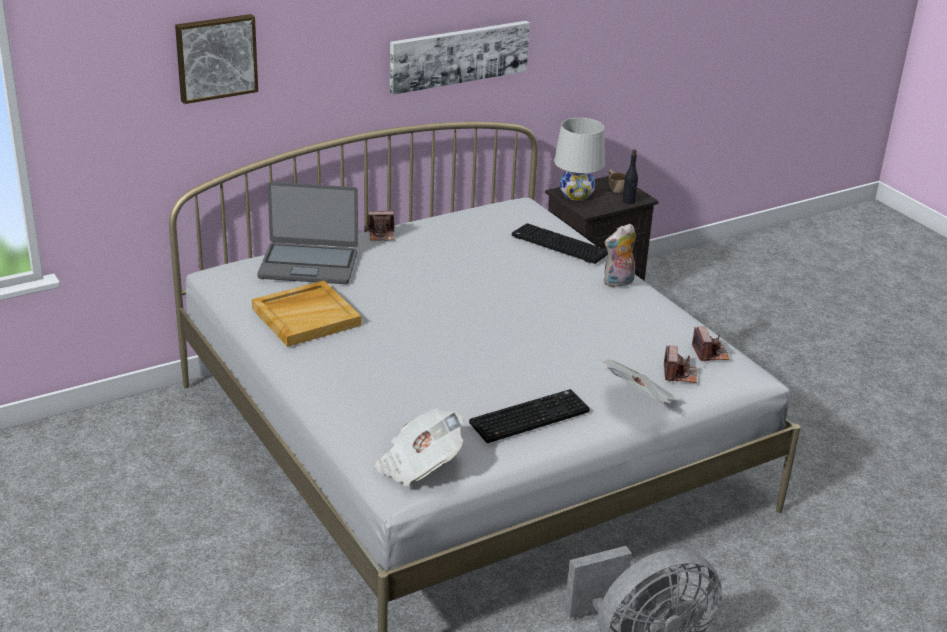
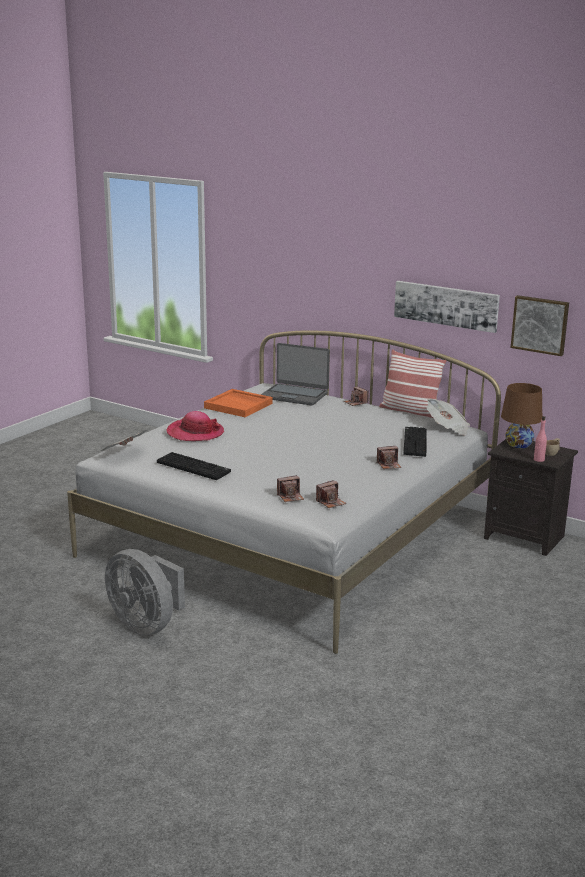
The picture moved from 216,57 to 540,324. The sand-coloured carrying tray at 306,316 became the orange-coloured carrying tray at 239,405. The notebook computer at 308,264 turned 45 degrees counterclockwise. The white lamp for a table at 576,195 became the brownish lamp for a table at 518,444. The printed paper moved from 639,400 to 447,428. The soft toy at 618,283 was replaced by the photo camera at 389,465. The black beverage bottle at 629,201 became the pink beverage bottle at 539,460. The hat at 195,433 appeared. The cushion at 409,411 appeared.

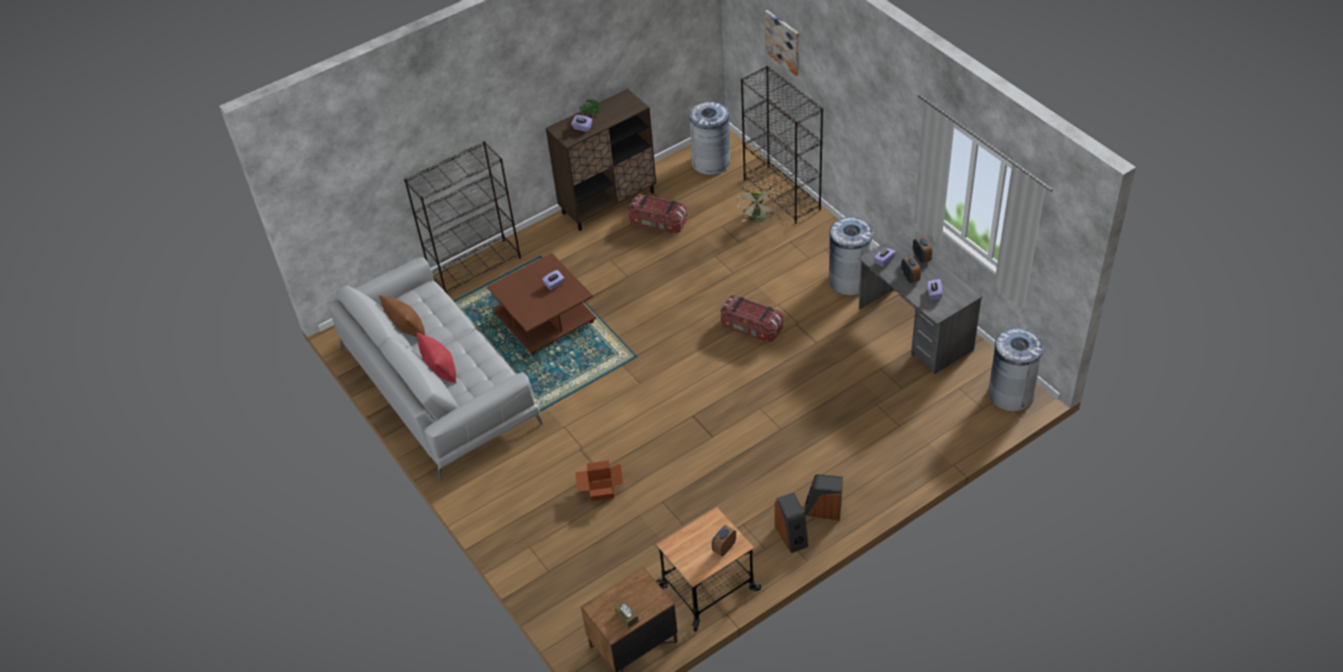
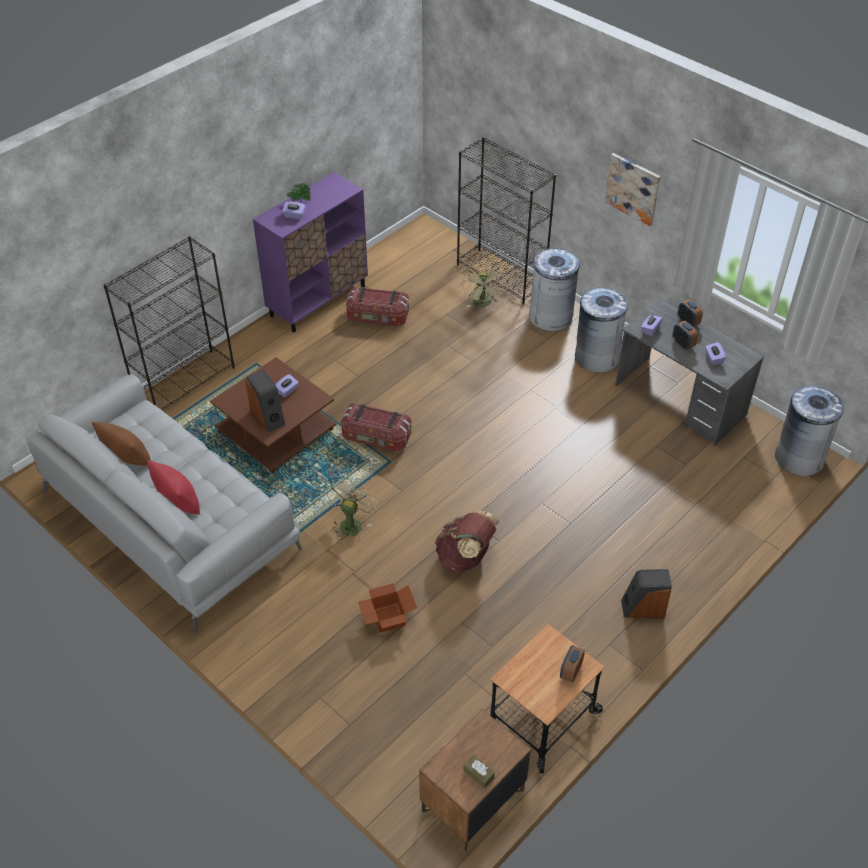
The brownish cupboard at 608,202 became the purplish cupboard at 318,300. The greyish trash can moved from 711,162 to 551,317. The storage bin moved from 751,328 to 376,438. The picture moved from 783,42 to 633,188. The audio speaker moved from 792,535 to 268,417. The sand-coloured electric fan at 351,523 appeared. The brownish backpack at 465,558 appeared.

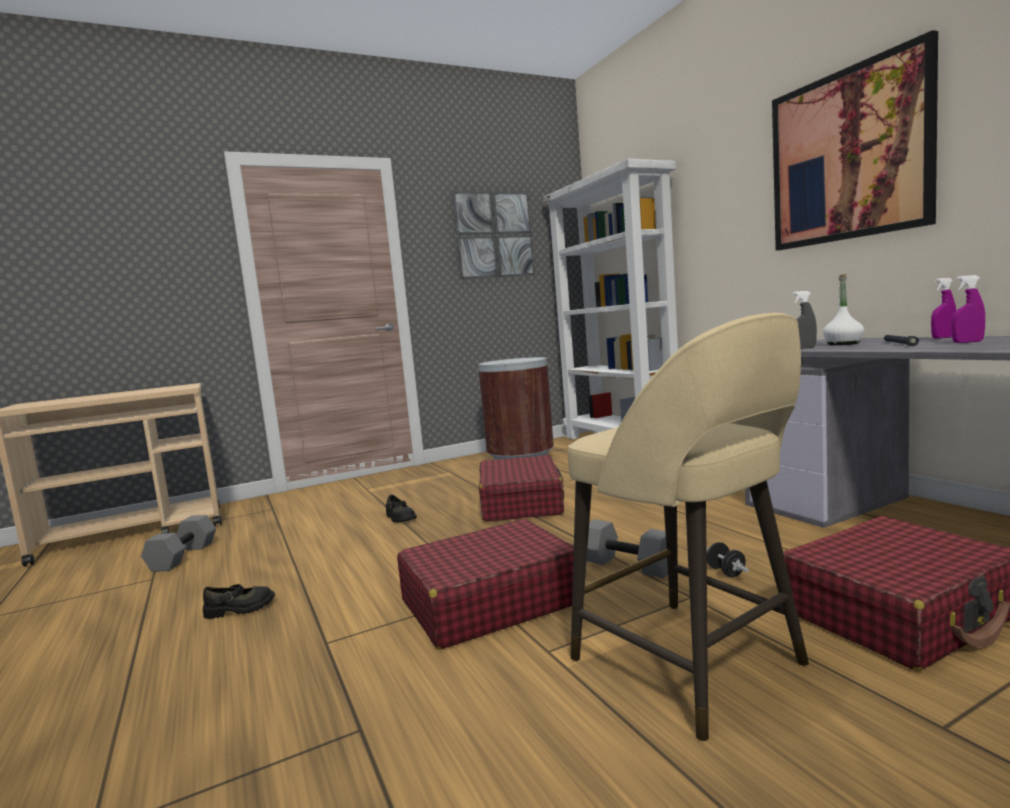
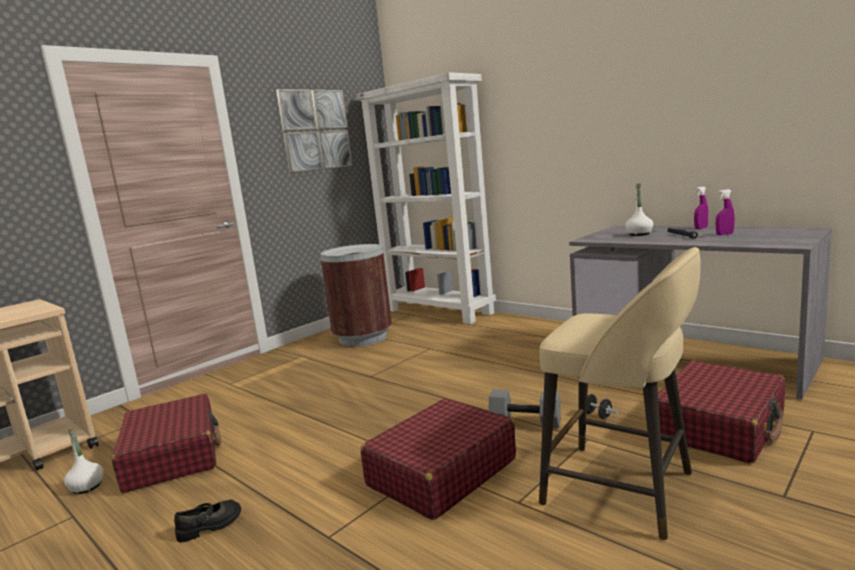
The greyish free weight at 183,557 was replaced by the white beverage bottle at 87,487. The black shoe at 400,518 disappeared. The reddish travel case moved from 521,503 to 173,456. The picture at 848,156 disappeared. The greyish hand sprayer at 803,348 disappeared.

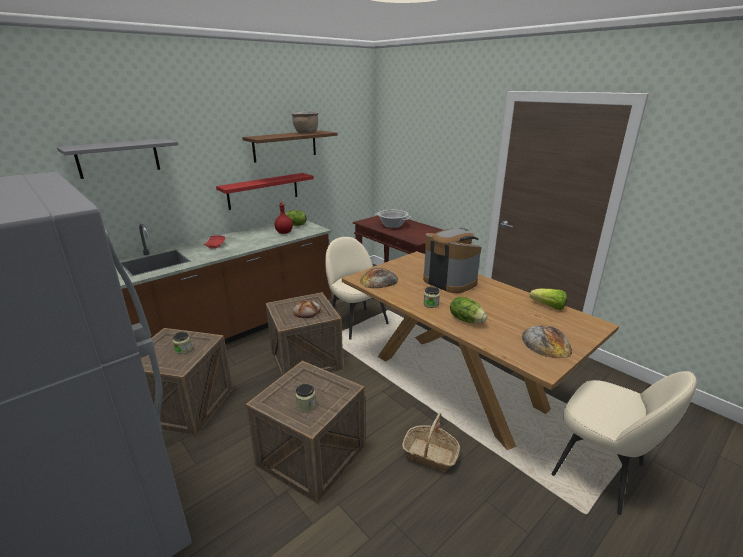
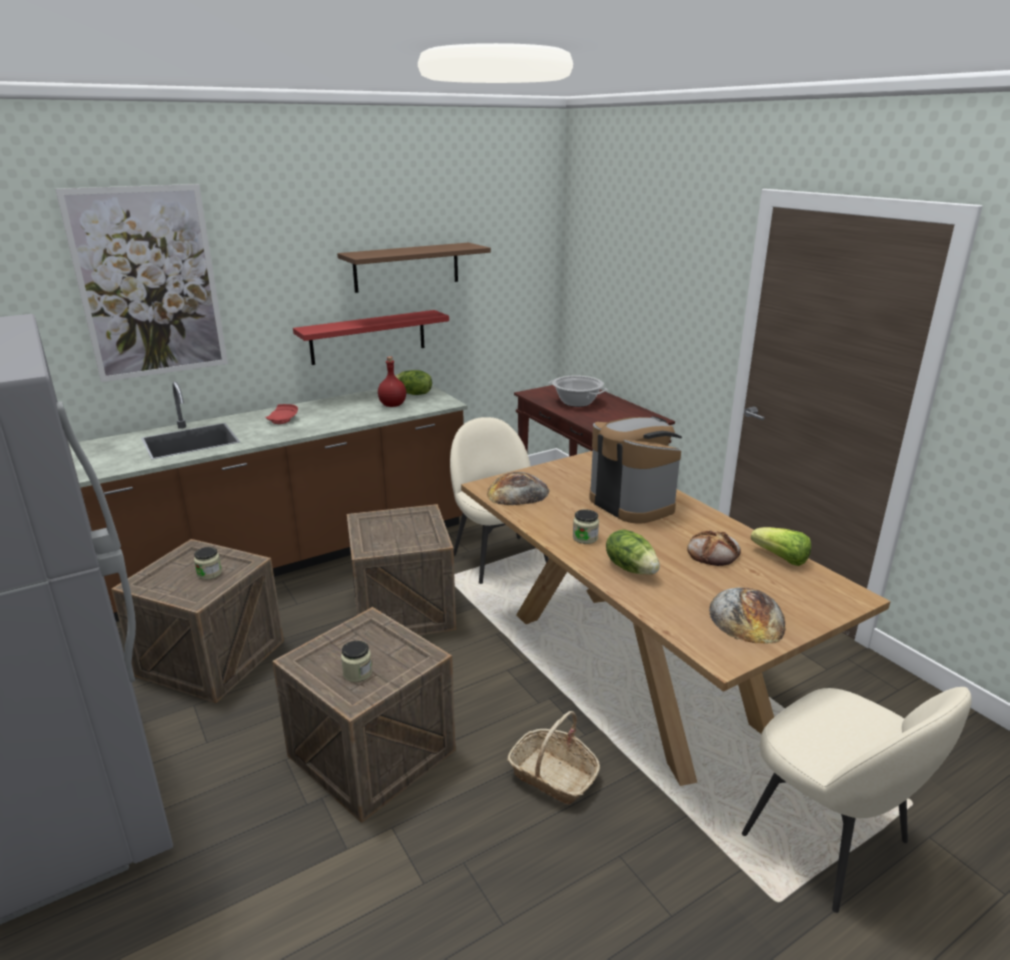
The greyish bracket shelf at 118,158 was replaced by the picture at 149,283. The brownish cooking pot at 306,133 disappeared. The bakery bread moved from 307,311 to 713,553.

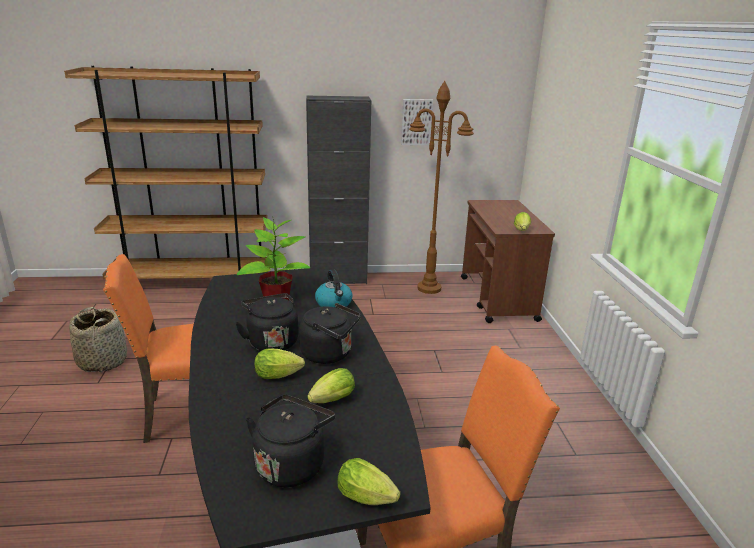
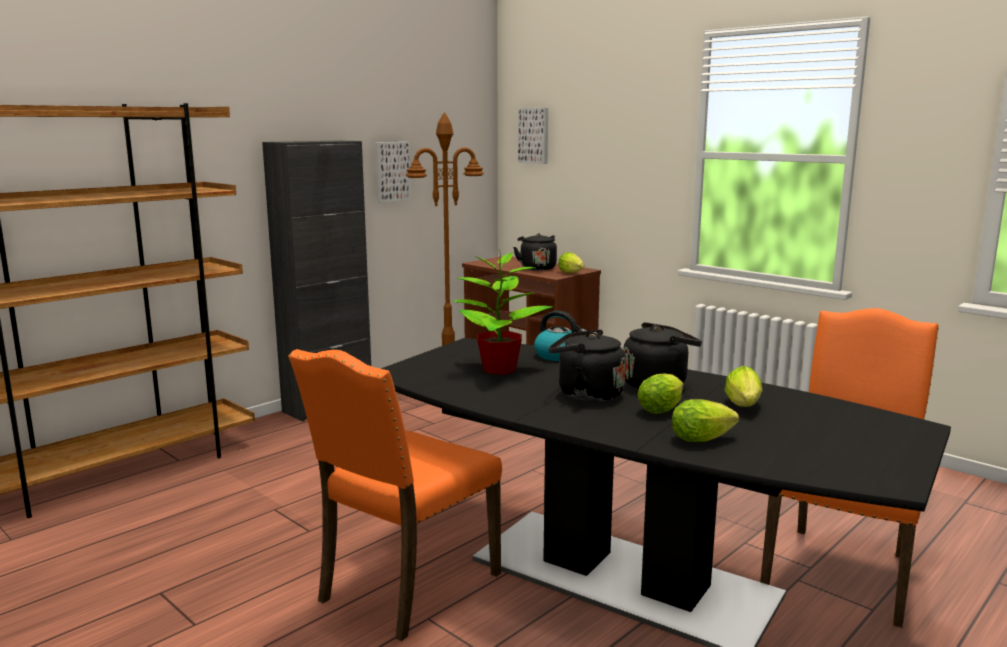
The storage basket at 103,361 disappeared. The black tea kettle moved from 291,464 to 537,268. The lettuce head moved from 369,499 to 704,439. The picture at 534,135 appeared.

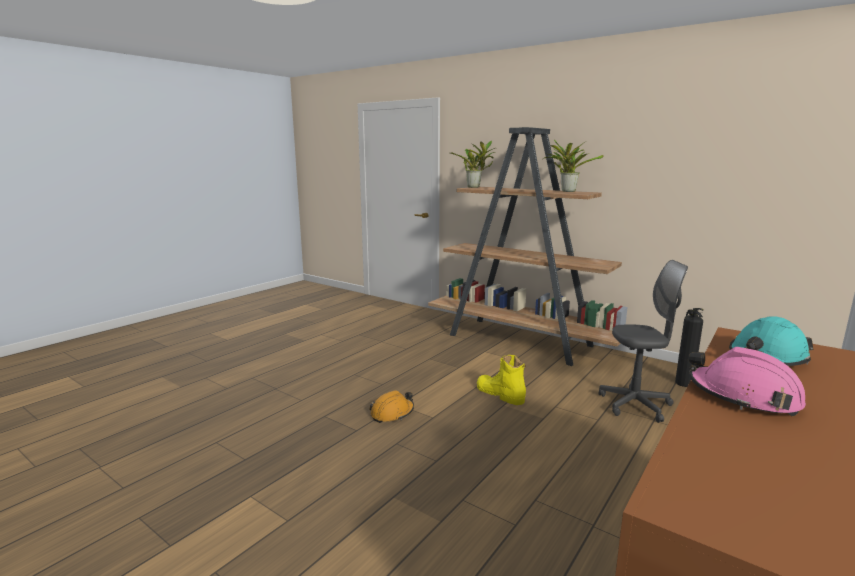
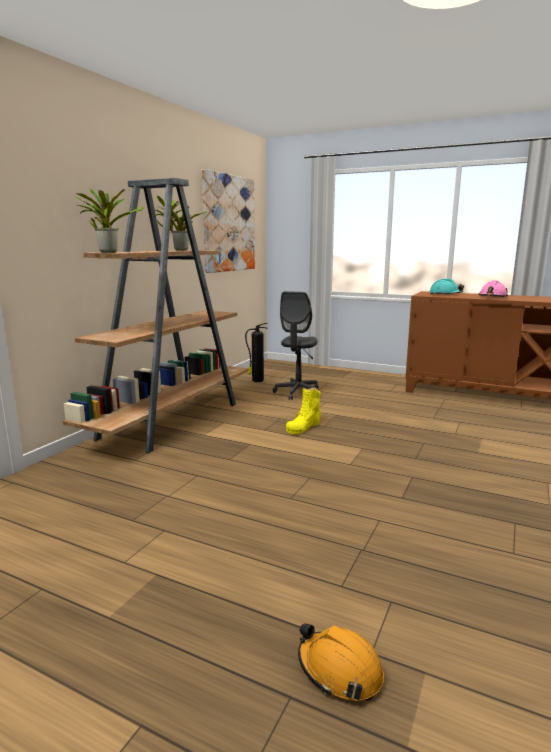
The orange-coloured hard hat moved from 392,413 to 339,670. The greyish desk chair at 635,405 turned 150 degrees counterclockwise. The picture at 229,223 appeared.

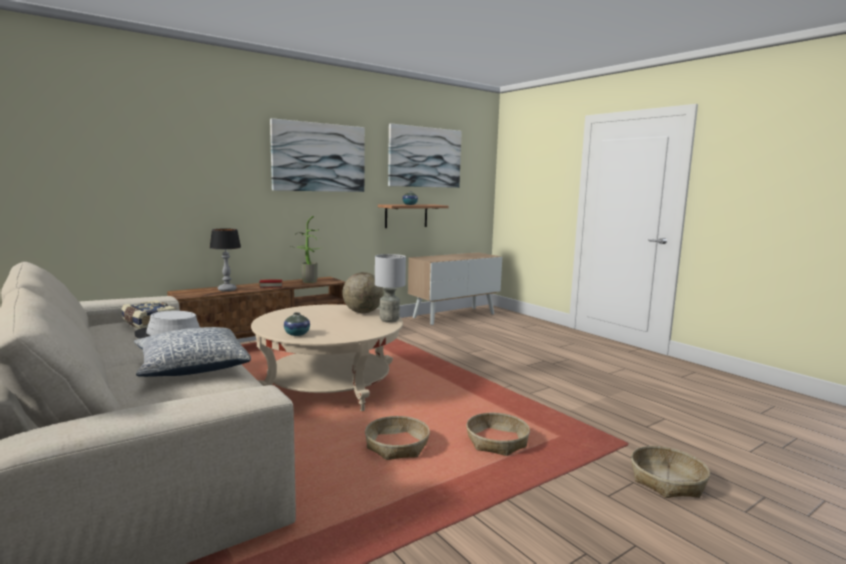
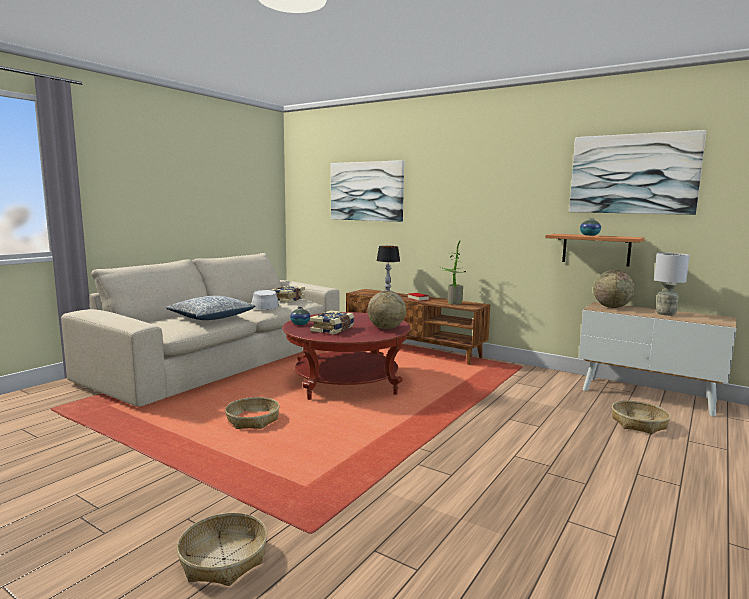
The sand-coloured lounge table at 329,387 became the reddish lounge table at 346,382. The picture moved from 319,157 to 366,191. The greyish lamp for a table moved from 389,320 to 665,314. The storage basket moved from 496,442 to 638,423. The book at 333,329 appeared. The desk globe at 612,307 appeared.

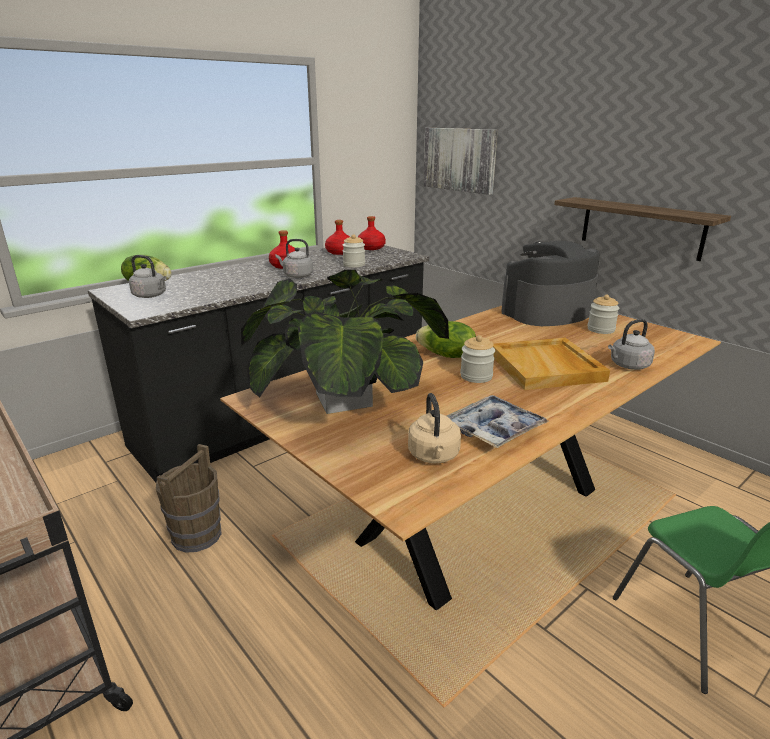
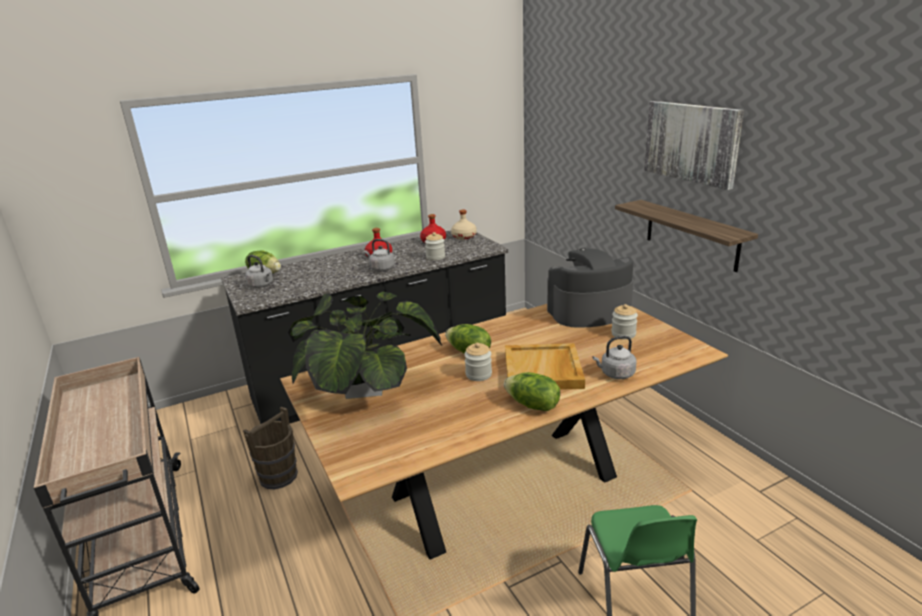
The reddish beverage bottle at 371,248 became the sand-coloured beverage bottle at 464,237. The sand-coloured tea kettle at 434,456 disappeared. The picture moved from 459,159 to 691,142. The carrying tray at 493,429 disappeared. The lettuce head at 532,405 appeared.

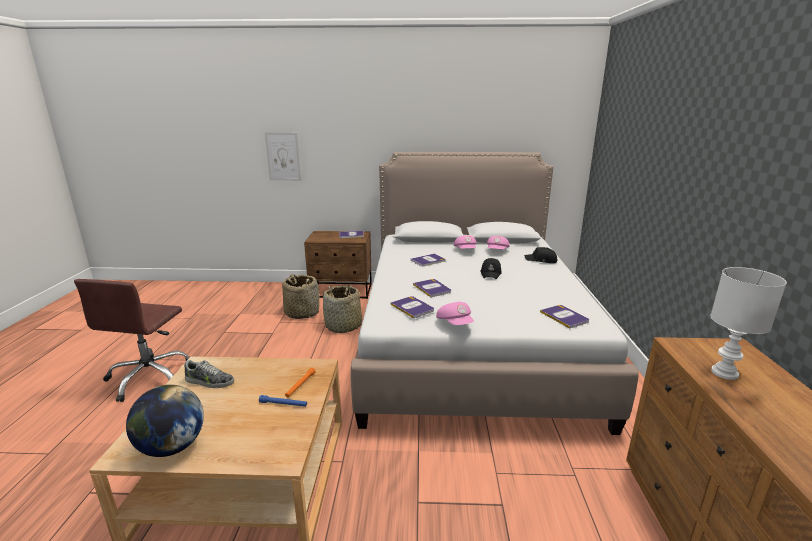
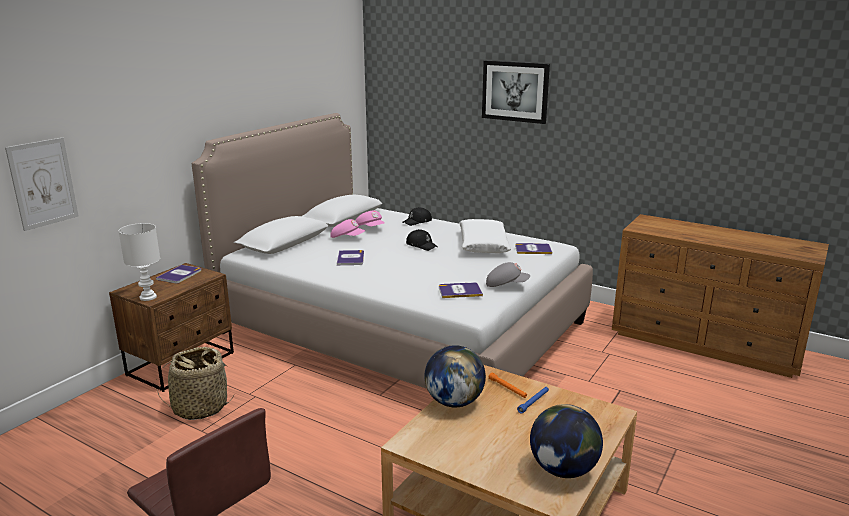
The shoe at 209,381 disappeared. The storage basket at 343,326 disappeared. The book at 432,288 disappeared. The pink baseball cap at 455,323 became the greyish baseball cap at 506,285. The white lamp for a table moved from 723,372 to 147,297. The desk globe at 454,402 appeared. The white cushion at 483,244 appeared. The picture at 515,91 appeared.

